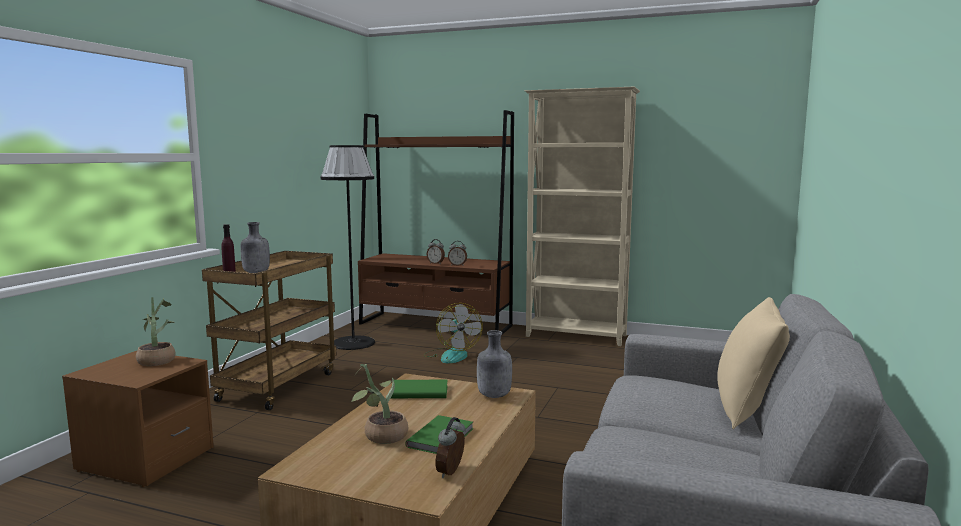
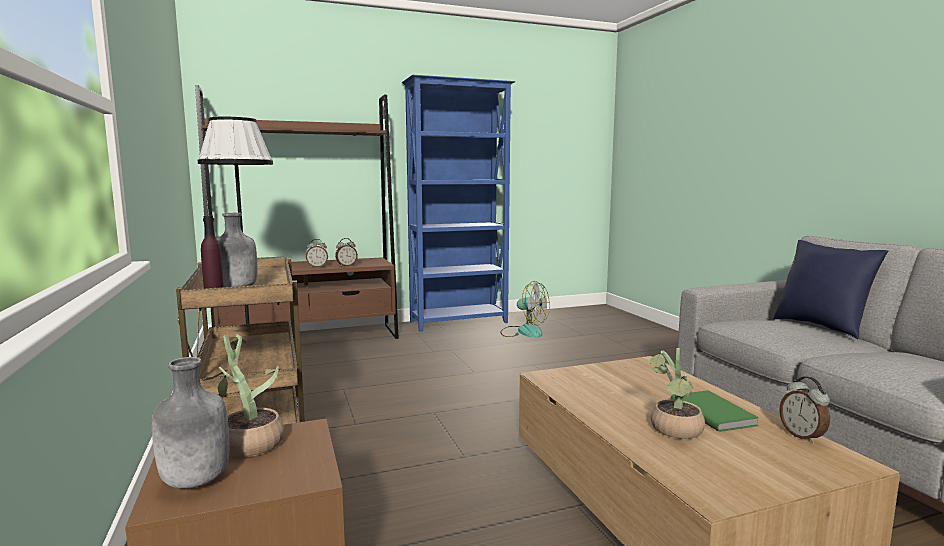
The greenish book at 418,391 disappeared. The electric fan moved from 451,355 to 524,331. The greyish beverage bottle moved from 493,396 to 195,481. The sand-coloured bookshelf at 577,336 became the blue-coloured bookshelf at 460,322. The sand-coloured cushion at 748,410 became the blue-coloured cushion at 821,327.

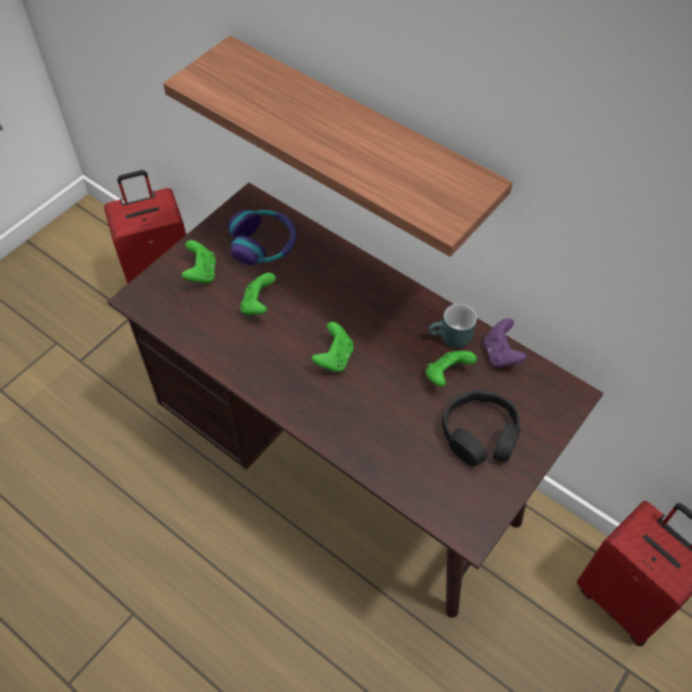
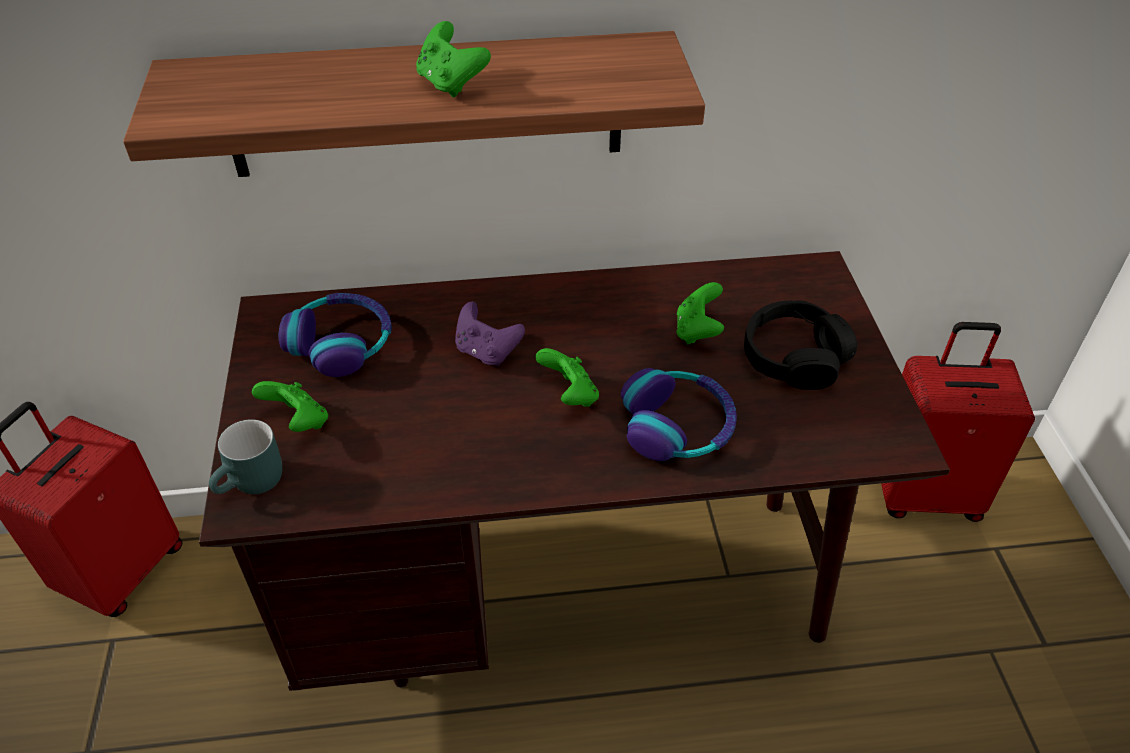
The greenish game controller moved from 258,305 to 451,84. The blue-green mug moved from 451,339 to 254,484. The purplish game controller moved from 501,354 to 487,351. The headset at 677,426 appeared.

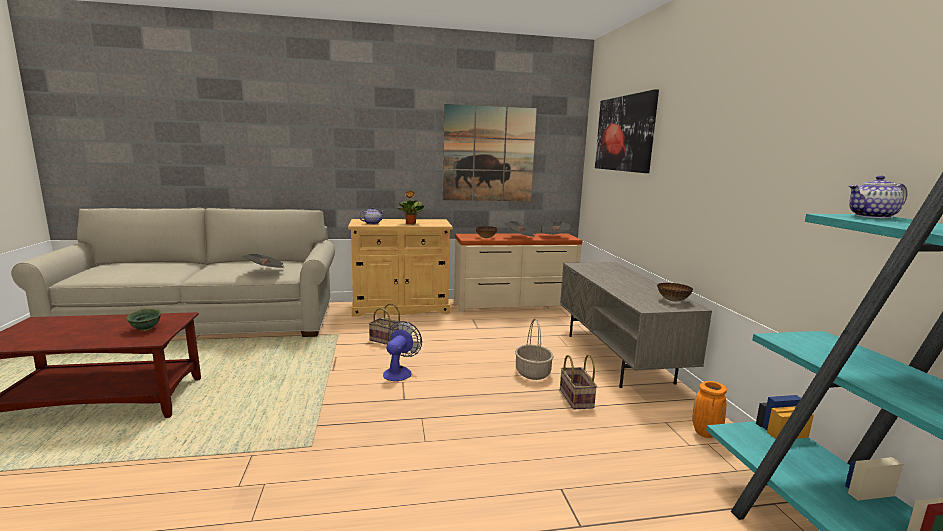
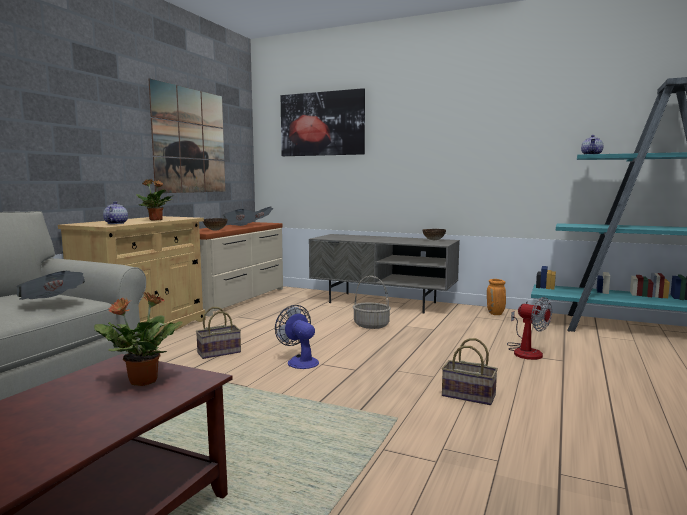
The greenish deep dish at 146,329 was replaced by the potted plant at 142,381. The storage basket moved from 575,398 to 467,396. The electric fan at 525,351 appeared.

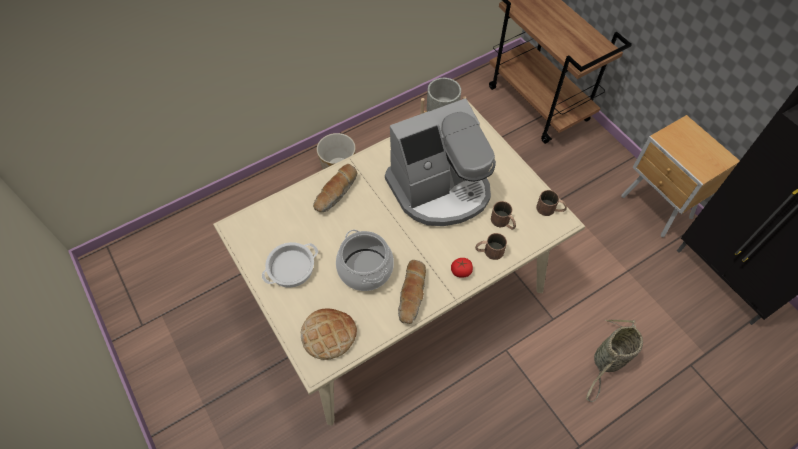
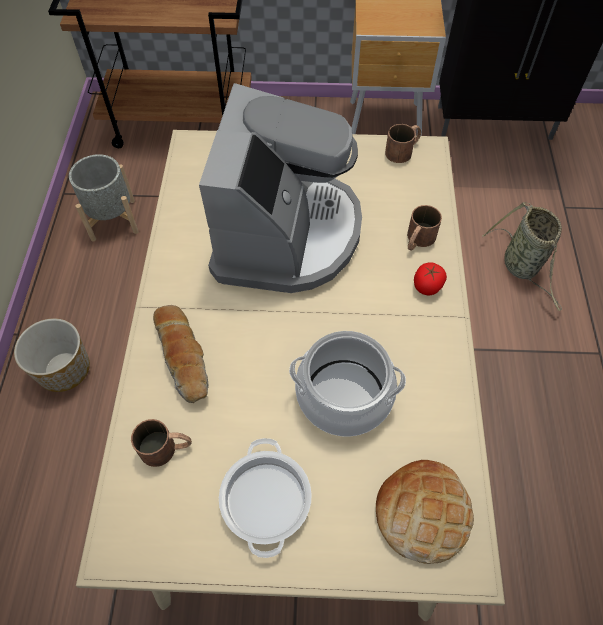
The bakery bread at 412,295 disappeared. The brownish mug moved from 503,222 to 166,448.

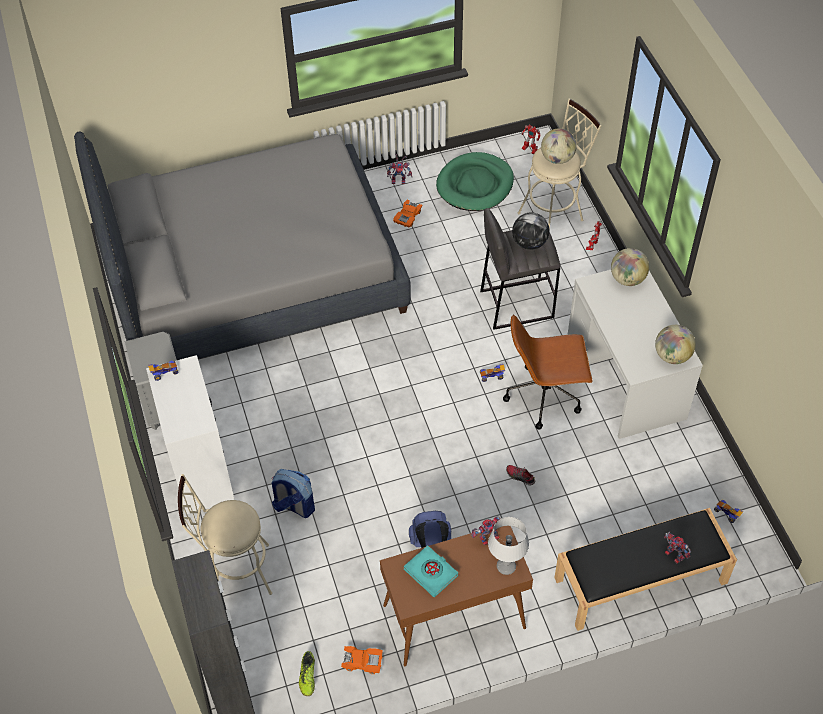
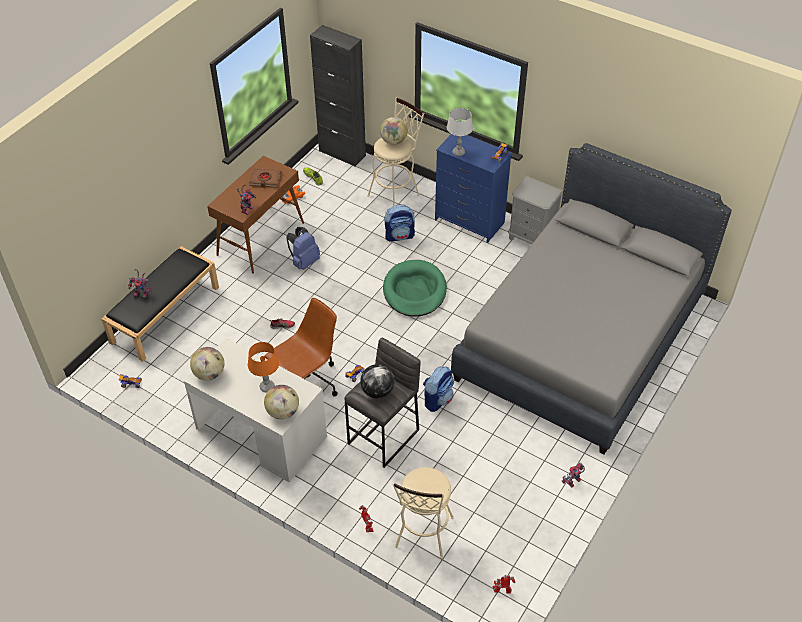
The white dresser at 201,471 became the blue-coloured dresser at 469,221. The orange-coloured toy car at 408,217 disappeared. The blue-green book at 431,572 became the brownish book at 265,180. The greenish dog bed moved from 475,185 to 414,291. The greyish lamp for a table moved from 506,567 to 458,152. The desk globe moved from 557,158 to 393,141. The orange-coloured lamp for a table at 267,387 appeared. The backpack at 437,399 appeared.

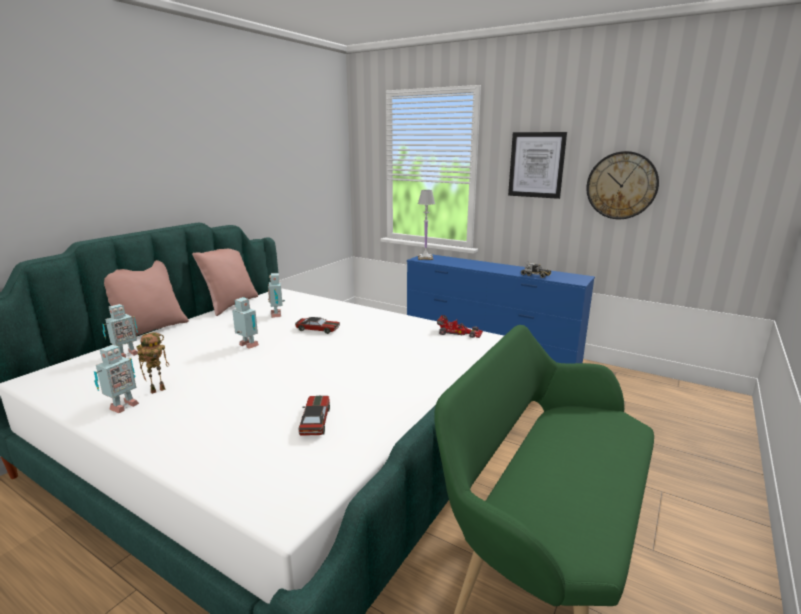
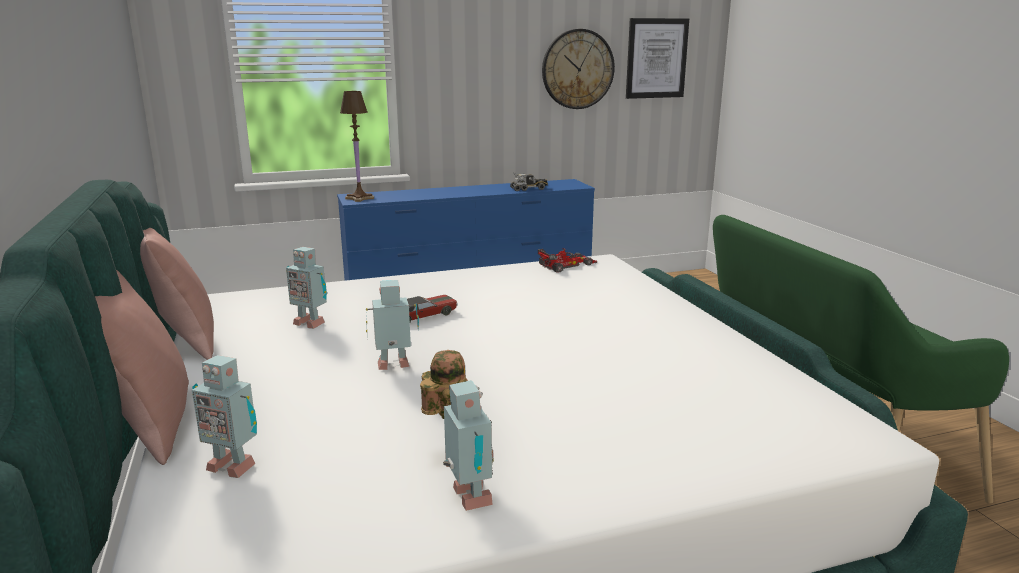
The model robot at 126,355 turned 120 degrees clockwise. The toy car at 315,421 disappeared. The white lamp for a table at 425,258 became the brownish lamp for a table at 360,198. The picture moved from 536,165 to 656,58.

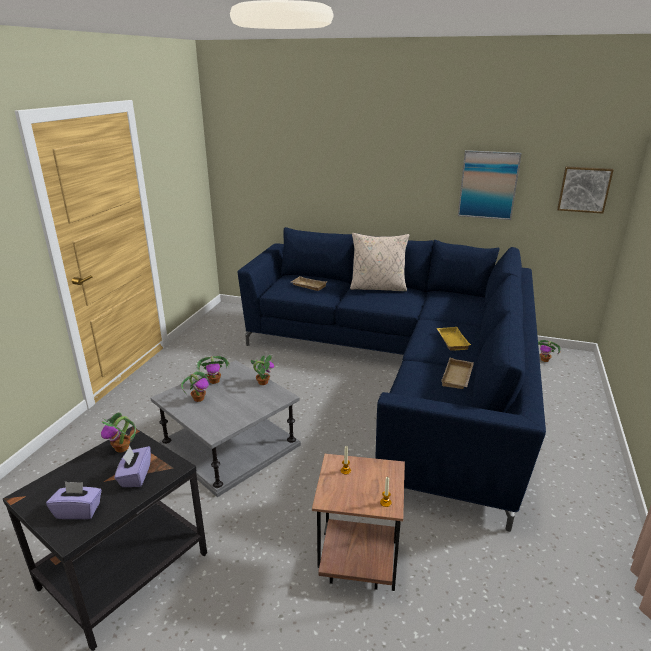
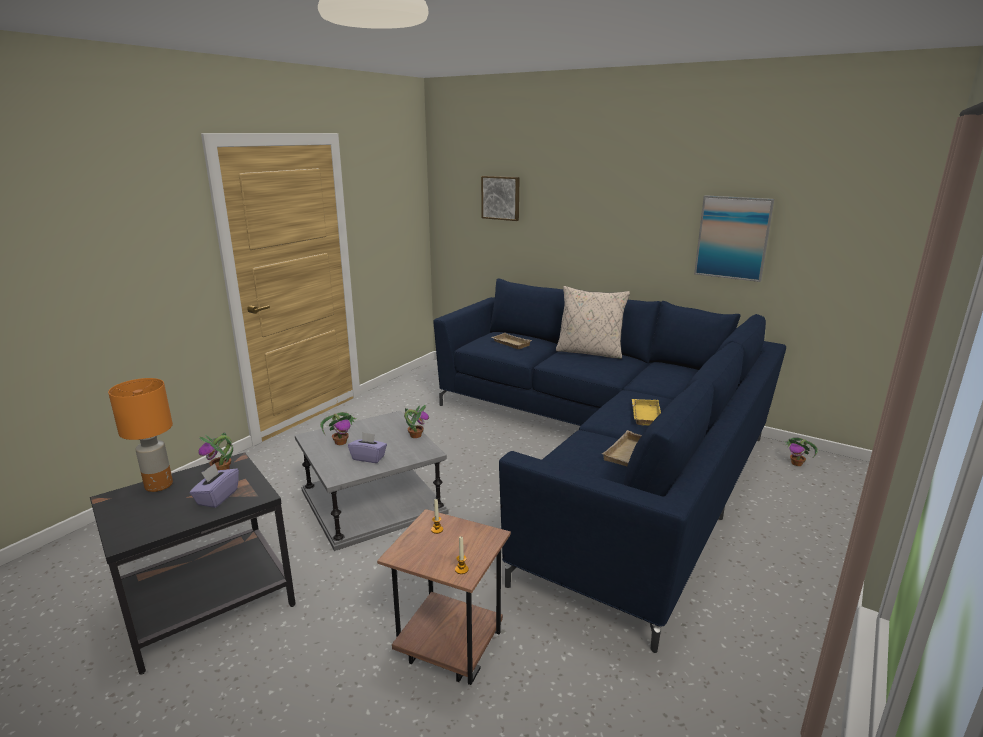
The purplish tissue box moved from 78,511 to 368,458. The potted plant at 214,381 disappeared. The picture moved from 584,189 to 501,198. The orange-coloured lamp for a table at 158,485 appeared.

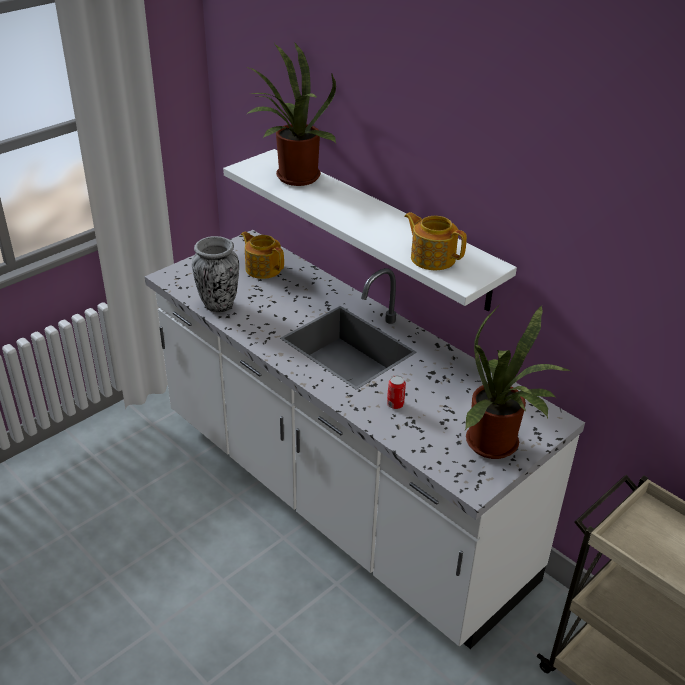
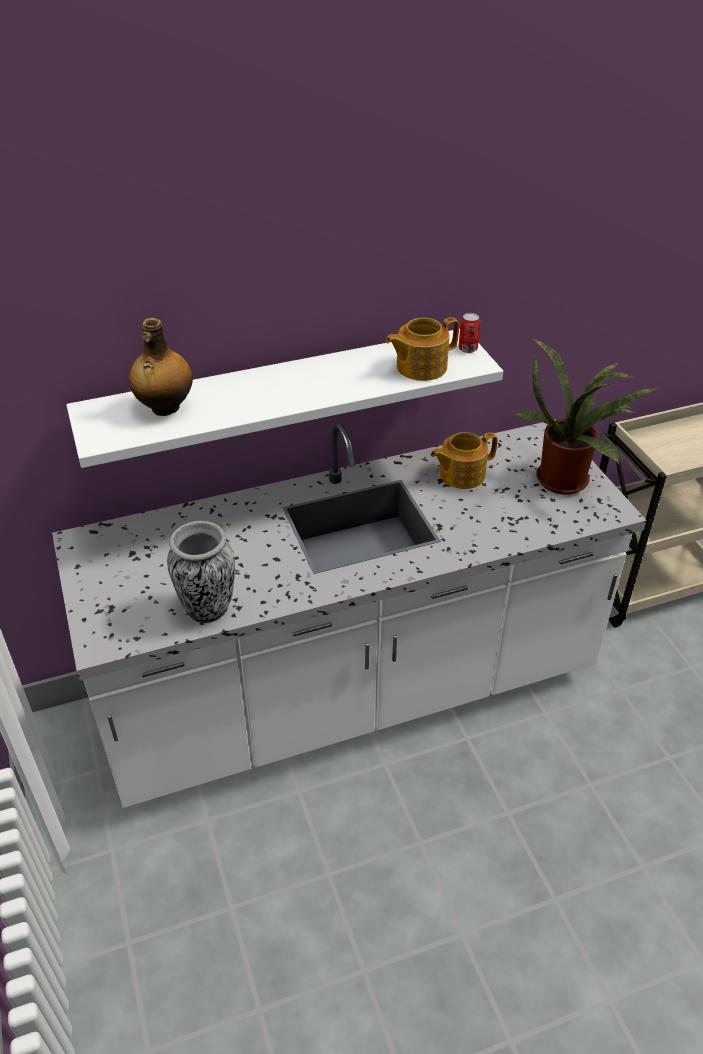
The tea pot moved from 263,268 to 461,474. The potted plant at 293,178 was replaced by the beverage bottle at 165,408. The sealed can moved from 395,404 to 467,349.

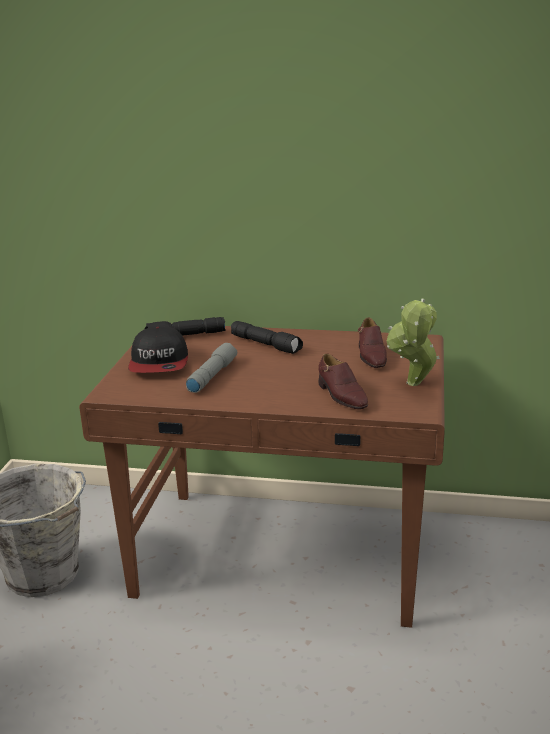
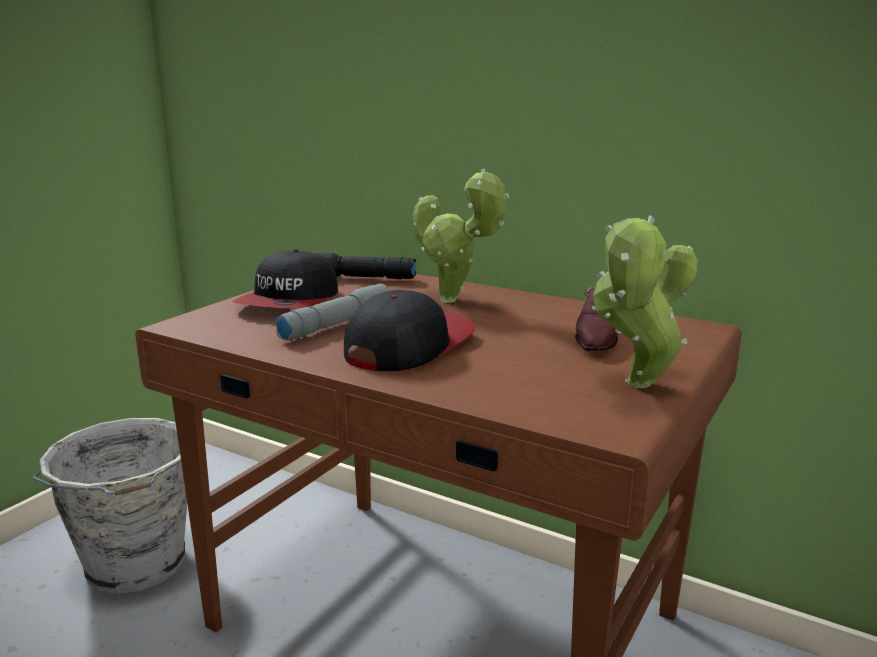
The black hand torch at 266,344 was replaced by the potted plant at 454,301. The brownish shoe at 341,396 disappeared. The baseball cap at 409,345 appeared.

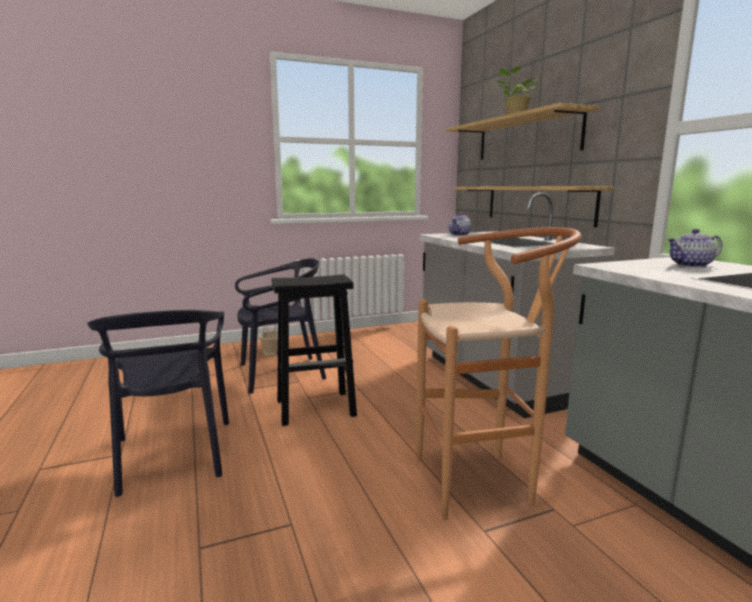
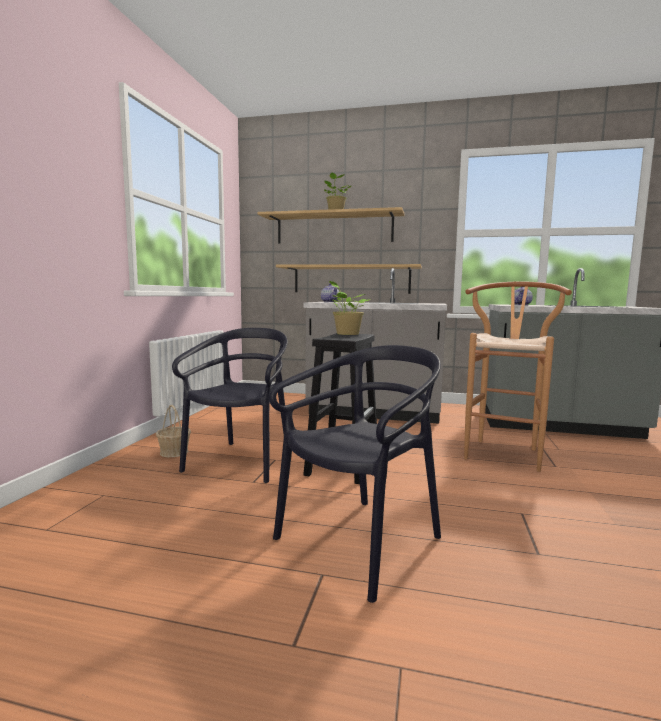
The black upright chair at 173,454 turned 60 degrees counterclockwise. The potted plant at 346,334 appeared.

